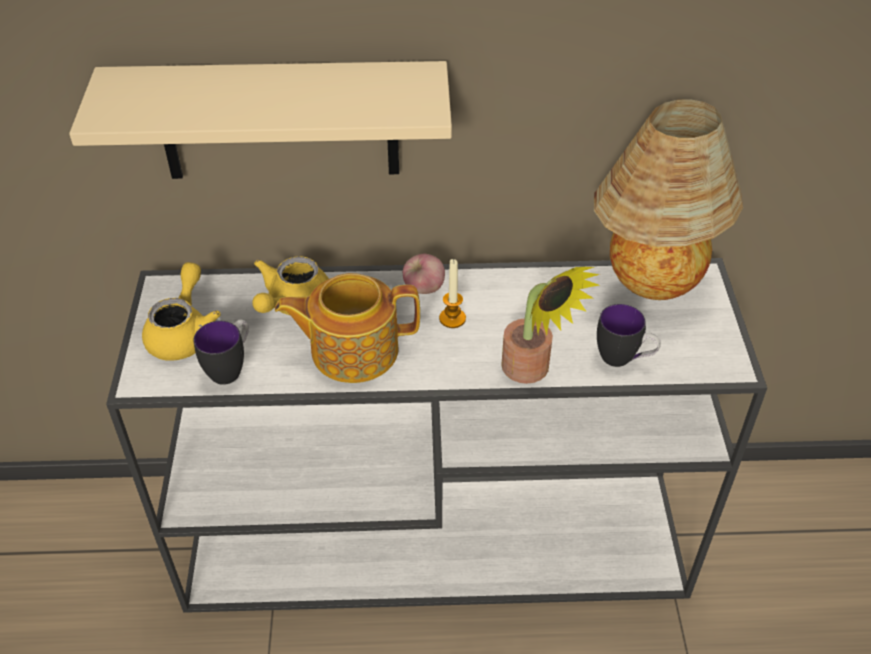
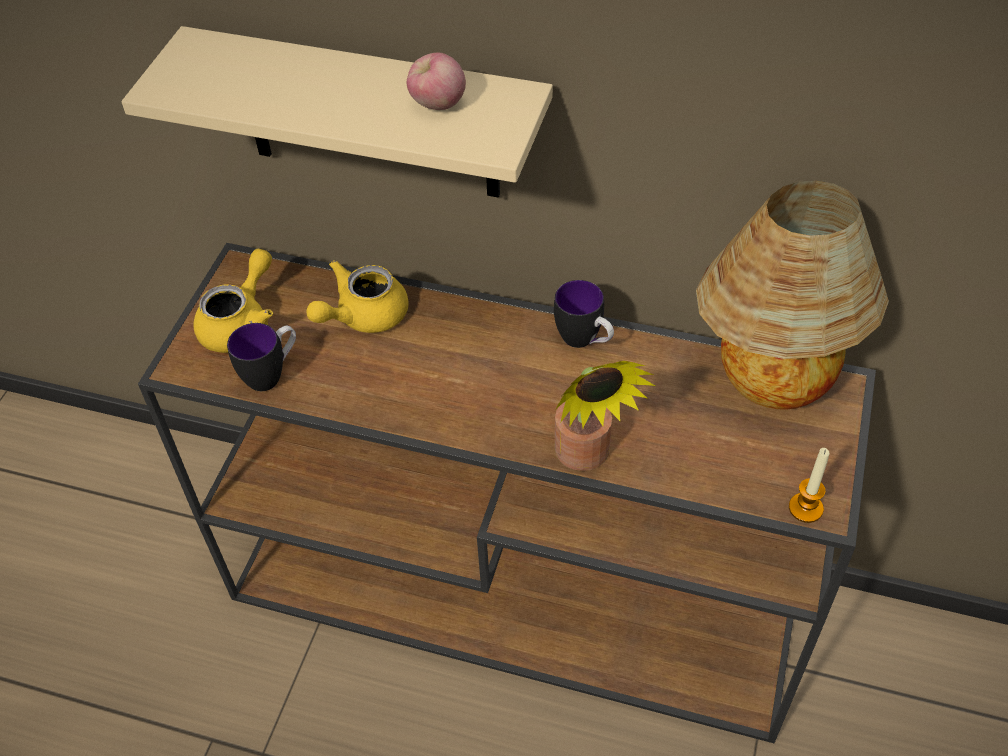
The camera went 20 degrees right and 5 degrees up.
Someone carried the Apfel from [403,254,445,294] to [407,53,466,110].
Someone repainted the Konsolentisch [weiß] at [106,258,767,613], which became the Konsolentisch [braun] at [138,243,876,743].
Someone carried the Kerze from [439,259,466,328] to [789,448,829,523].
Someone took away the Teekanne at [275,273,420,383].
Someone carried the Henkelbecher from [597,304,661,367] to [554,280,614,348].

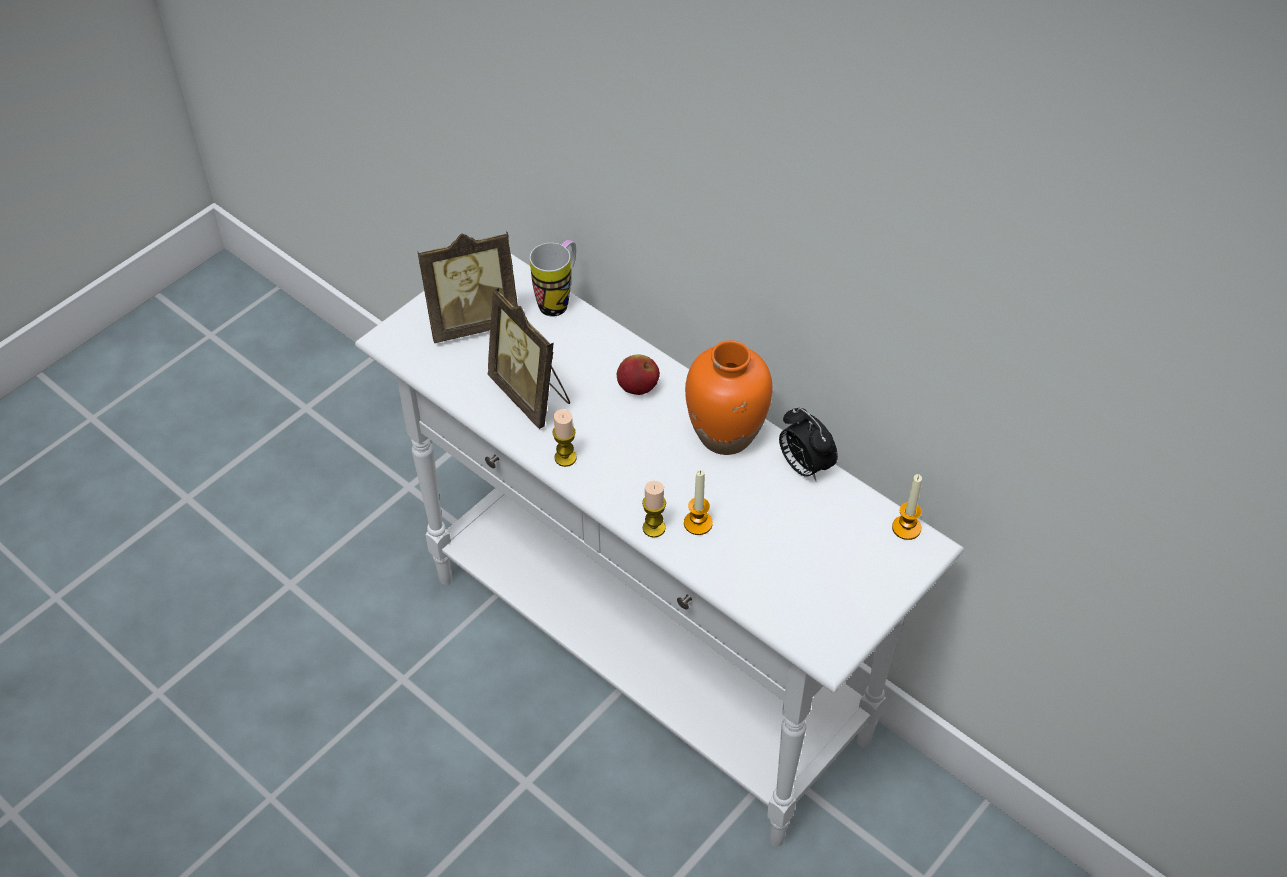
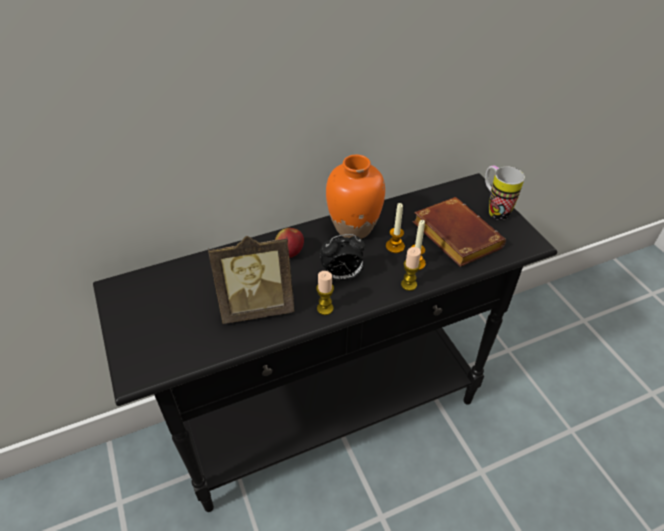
The camera went 65 degrees left and 5 degrees down.
Someone took away the Bilderrahmen at [417,231,518,343].
Someone carried the Henkelbecher from [530,240,576,317] to [485,166,525,220].
Someone repainted the Konsolentisch [weiß] at [355,254,964,847], which became the Konsolentisch [schwarz] at [93,173,557,512].
Someone carried the Wecker from [779,408,838,482] to [320,234,366,281].
Someone carried the Kerze from [892,474,922,540] to [386,203,405,253].
Someone put down the Buch [braun] at [413,197,506,267].

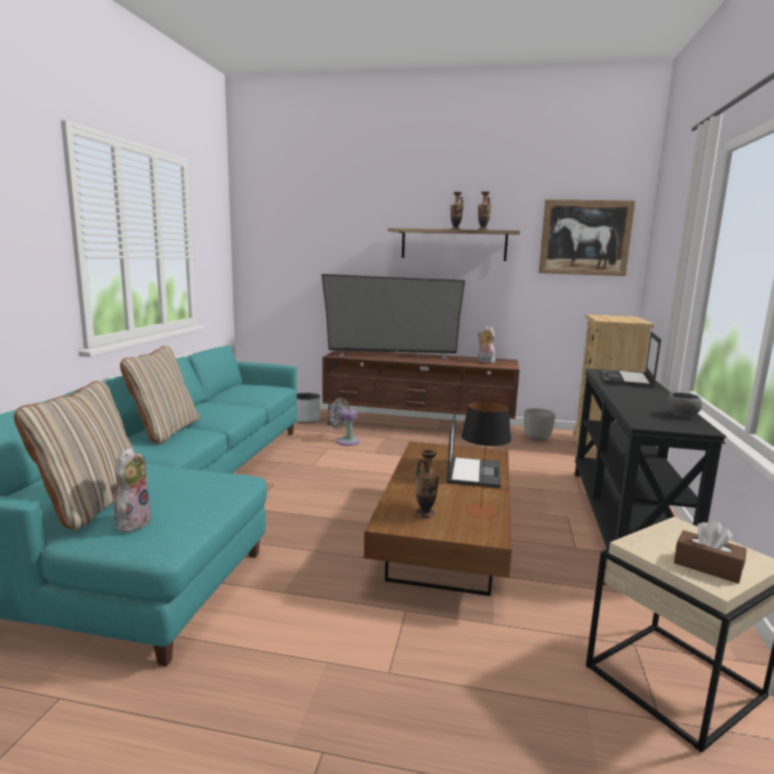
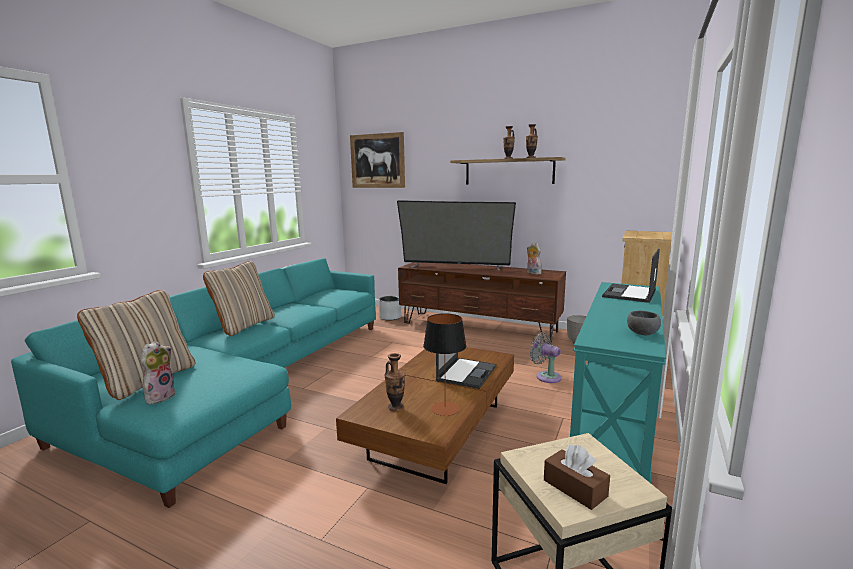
The camera went 15 degrees right and 0 degrees up.
Someone carried the Bild from [539,200,635,276] to [350,132,405,188].
Someone repainted the Konsolentisch [schwarz] at [575,368,726,549], which became the Konsolentisch [türkis] at [570,282,666,483].
Someone carried the Ventilator [grau] from [328,398,360,446] to [529,332,561,383].

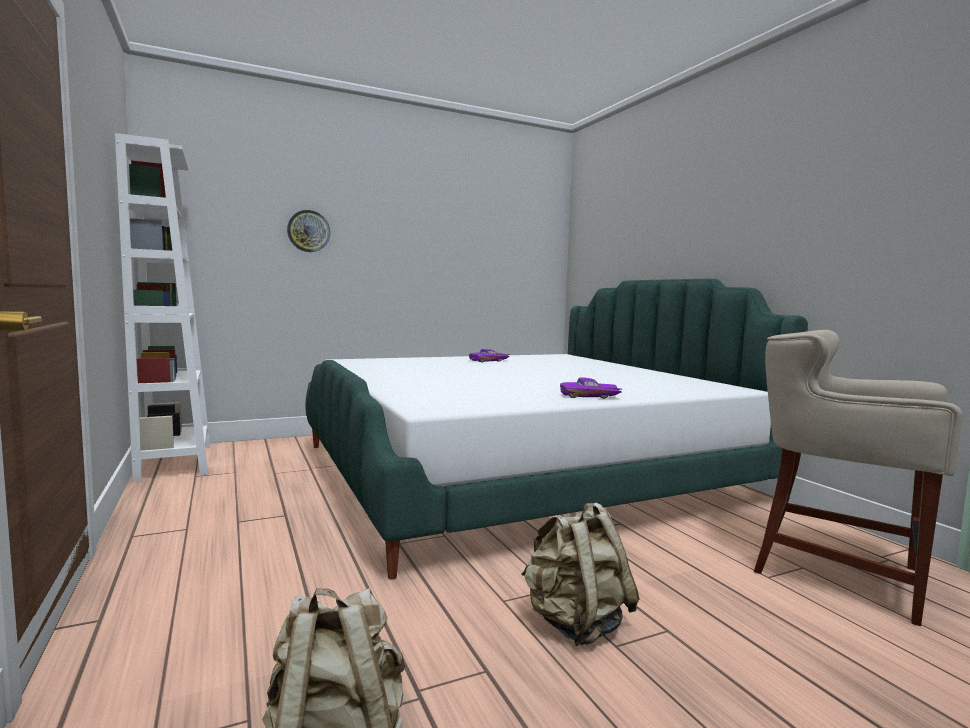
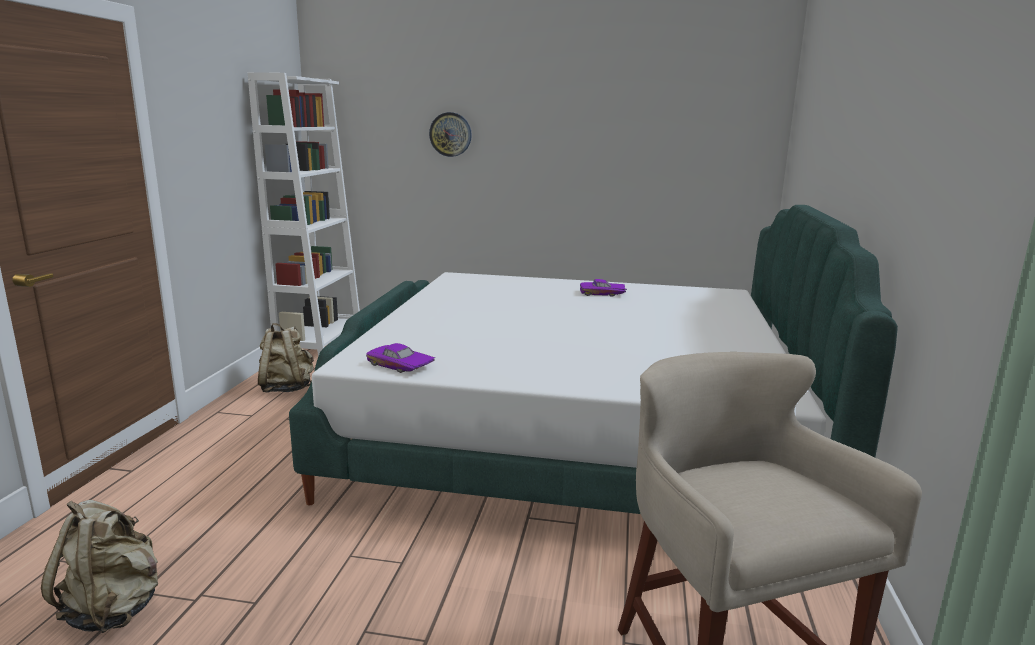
The camera went 35 degrees right and 10 degrees up.
Someone carried the Spielzeugauto [lila] from [560,377,622,399] to [366,343,435,373].
Someone carried the Rucksack [beige] from [521,503,640,646] to [258,323,314,393].

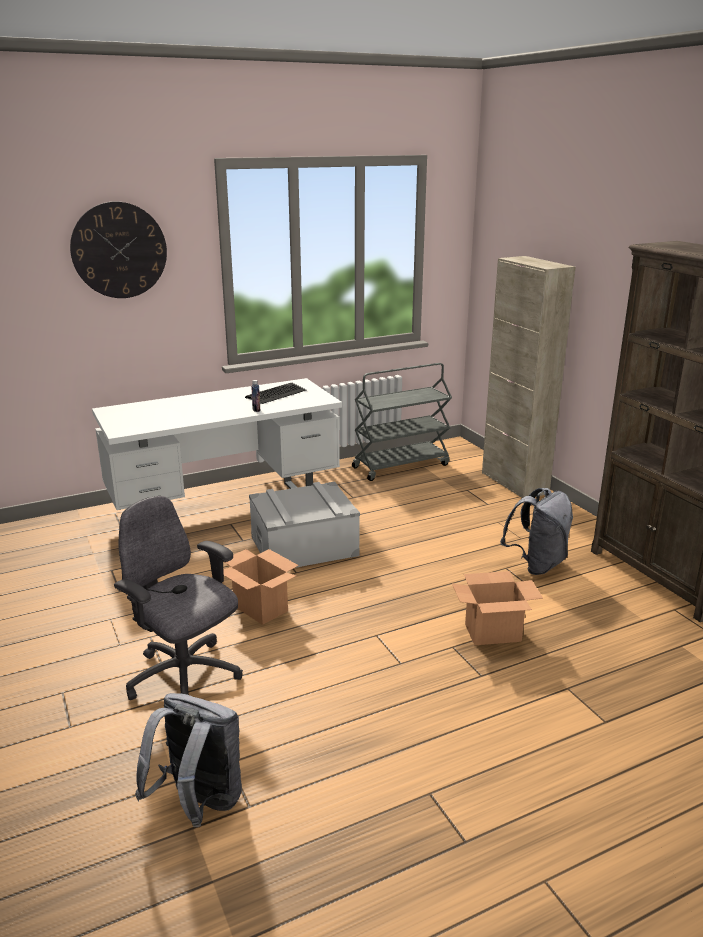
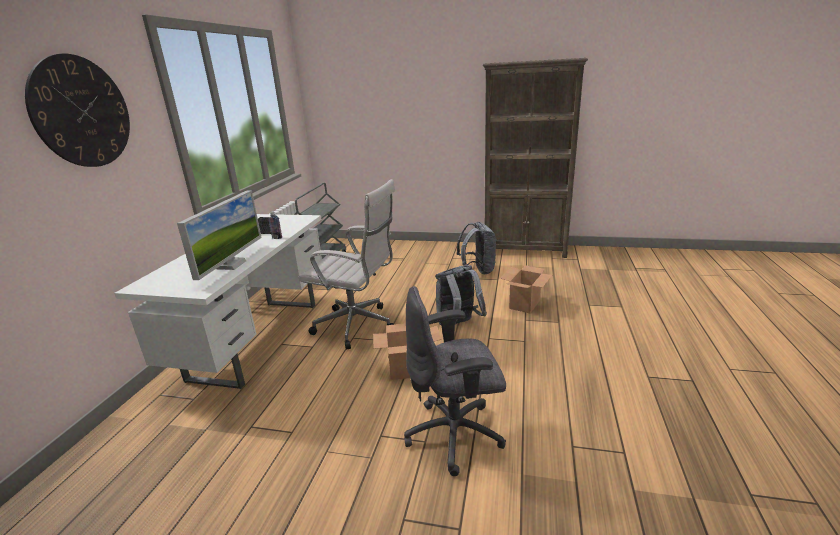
The camera went 50 degrees left and 0 degrees up.
Someone took away the Schrank [beige] at [482,256,575,498].
Someone swapped the Aufbewahrungsbox [grau] at [249,482,360,568] for the Bürostuhl [weiß] at [298,179,395,350].
Someone carried the Rucksack [grau] from [135,693,242,827] to [435,265,487,325].
Someone put down the Monitor at [177,190,262,280].

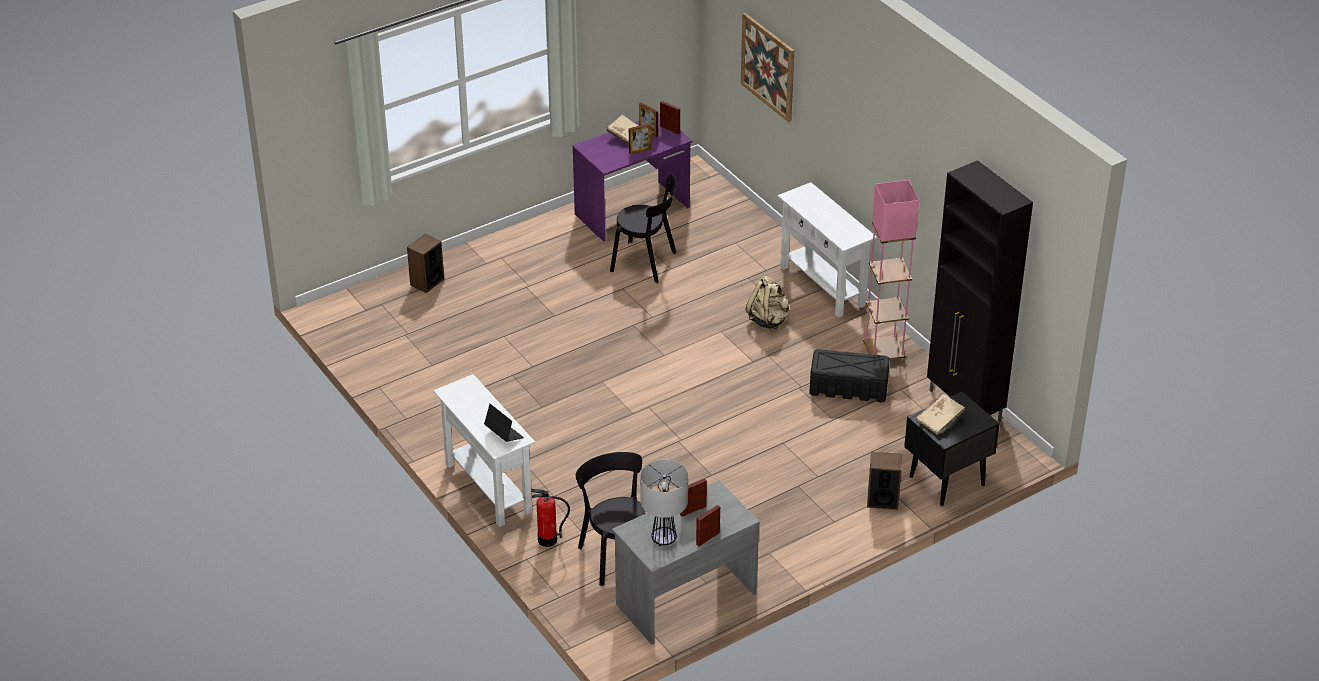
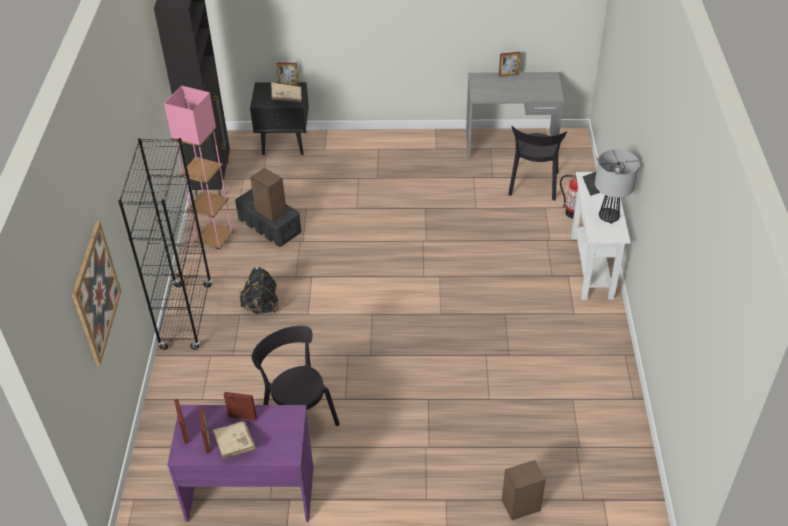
The camera went 145 degrees left and 5 degrees up.
Someone swapped the Konsolentisch [weiß] at [777,182,877,318] for the Bücherregal [schwarz] at [118,138,212,350].
Someone repainted the Rucksack [beige] at [746,276,789,329], which became the Rucksack [schwarz] at [239,267,279,314].
Someone carried the Lautsprecher from [867,452,902,510] to [250,168,287,221].
Someone carried the Tischlampe from [640,460,688,546] to [595,149,639,224].
Someone carried the Bilderrahmen from [680,479,707,517] to [277,62,299,86].

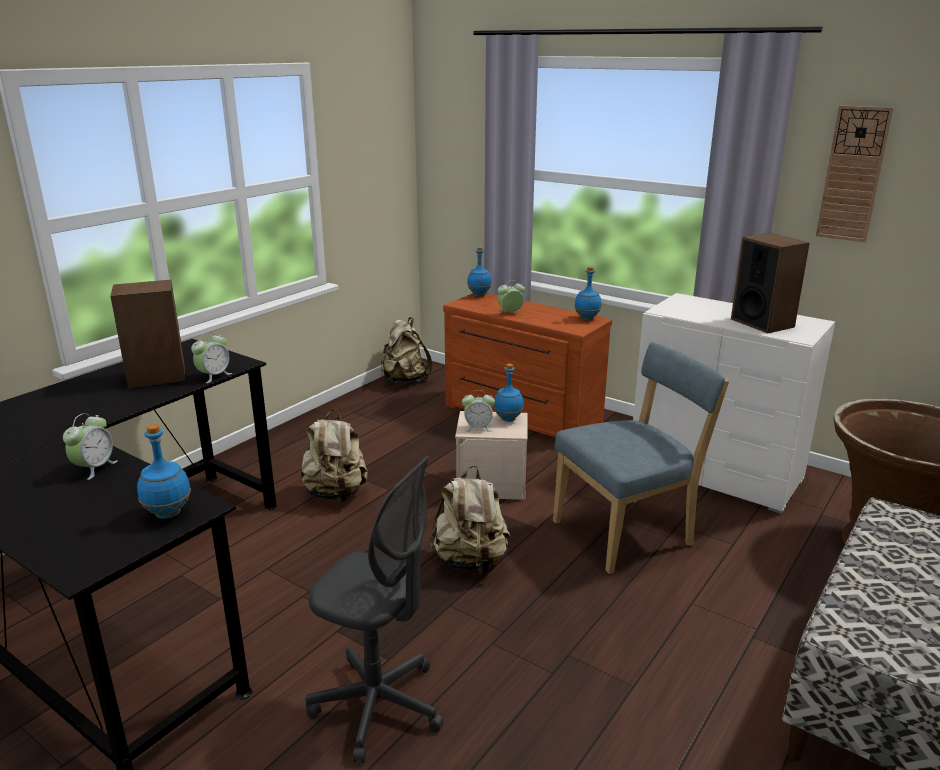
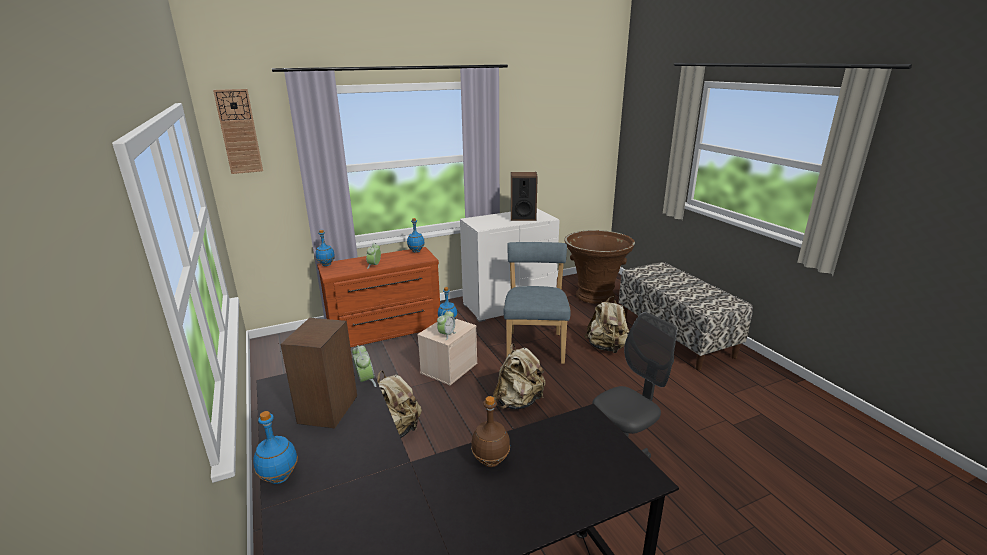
The camera went 60 degrees left and 0 degrees up.
Someone carried the Wanduhr from [816,105,894,242] to [213,89,263,174].
Someone carried the Rucksack [beige] from [381,317,432,383] to [584,296,629,353].
Someone swapped the Wecker at [63,413,117,480] for the Flasche [braun] at [471,396,510,467].
Someone carried the Flasche [blau] from [137,424,191,519] to [253,411,298,484].

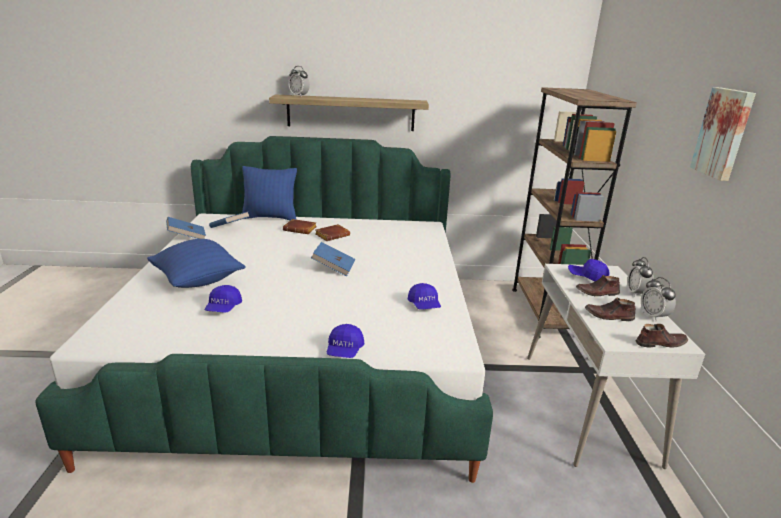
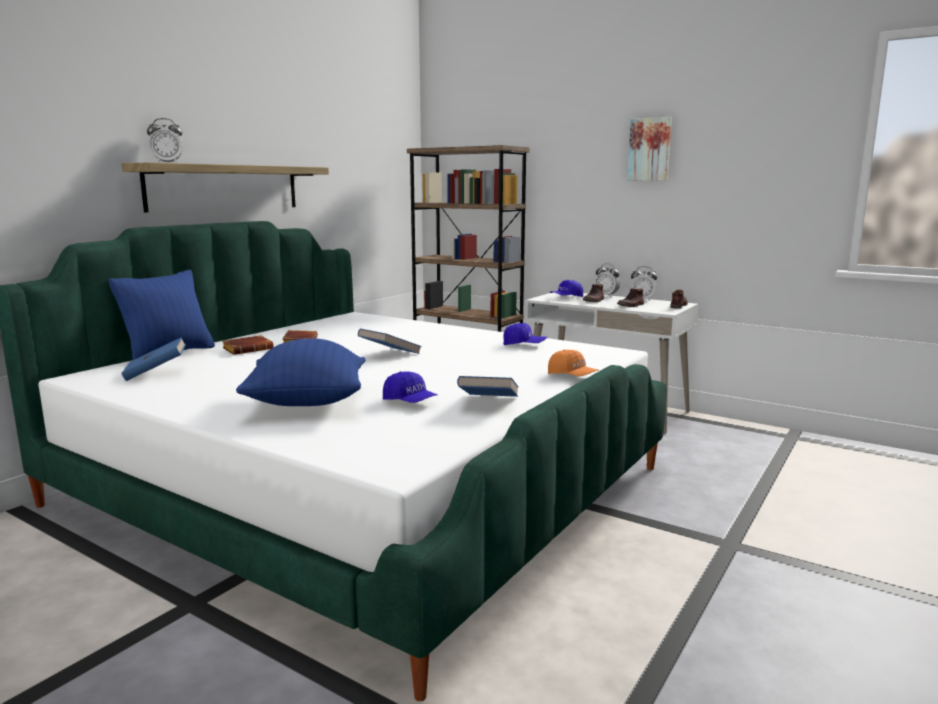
The camera went 55 degrees left and 10 degrees down.
Someone carried the Buch [blau] from [166,217,206,239] to [457,376,518,397].
Someone repainted the Kappe [blau] at [327,324,364,358], which became the Kappe [orange] at [548,350,599,376].

